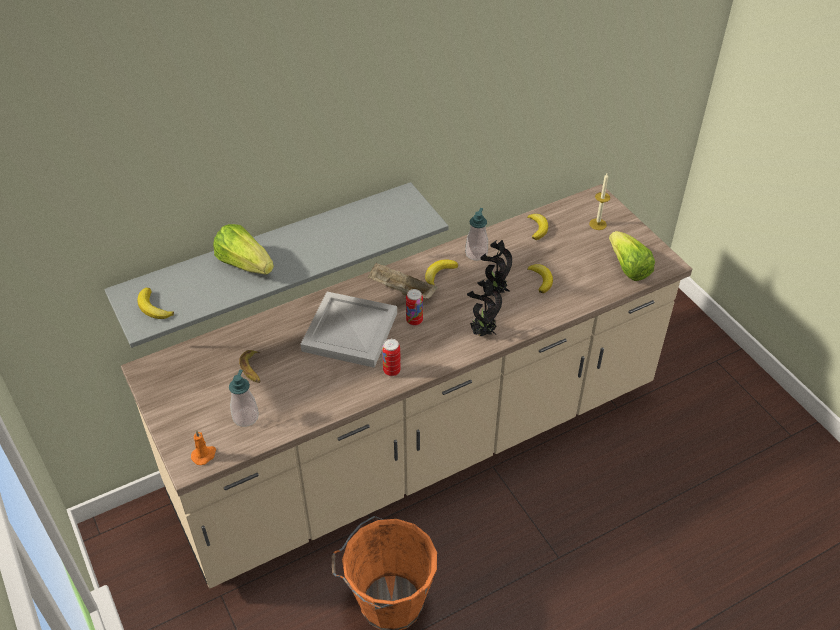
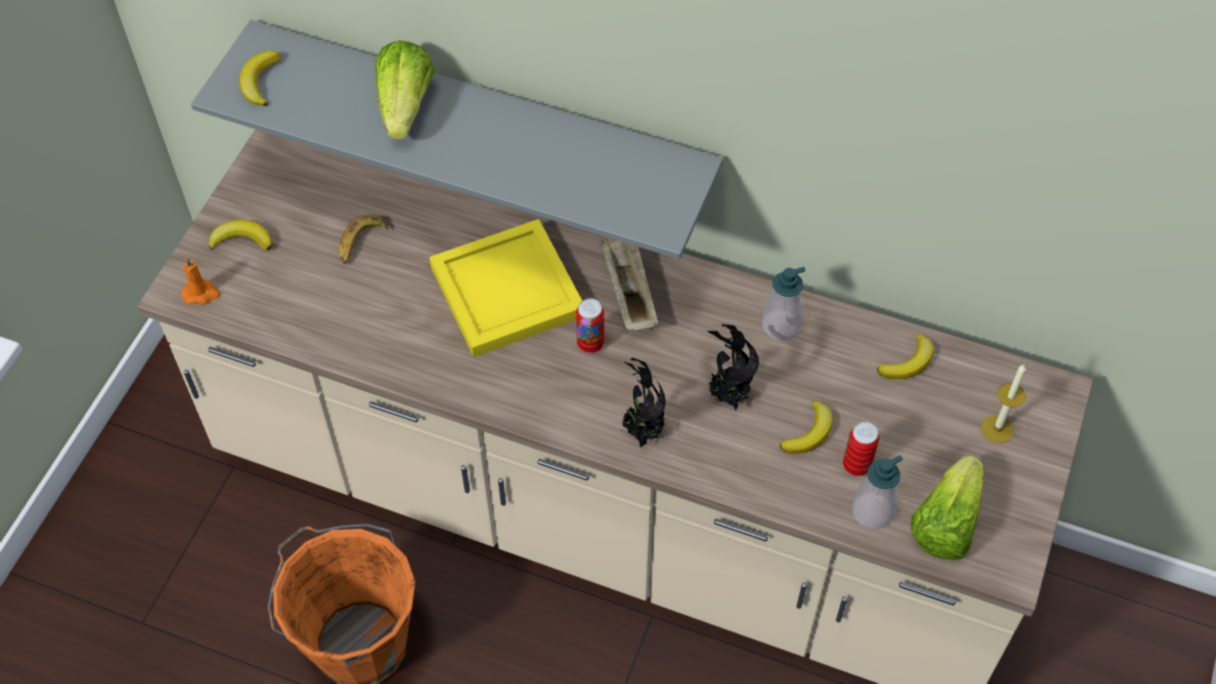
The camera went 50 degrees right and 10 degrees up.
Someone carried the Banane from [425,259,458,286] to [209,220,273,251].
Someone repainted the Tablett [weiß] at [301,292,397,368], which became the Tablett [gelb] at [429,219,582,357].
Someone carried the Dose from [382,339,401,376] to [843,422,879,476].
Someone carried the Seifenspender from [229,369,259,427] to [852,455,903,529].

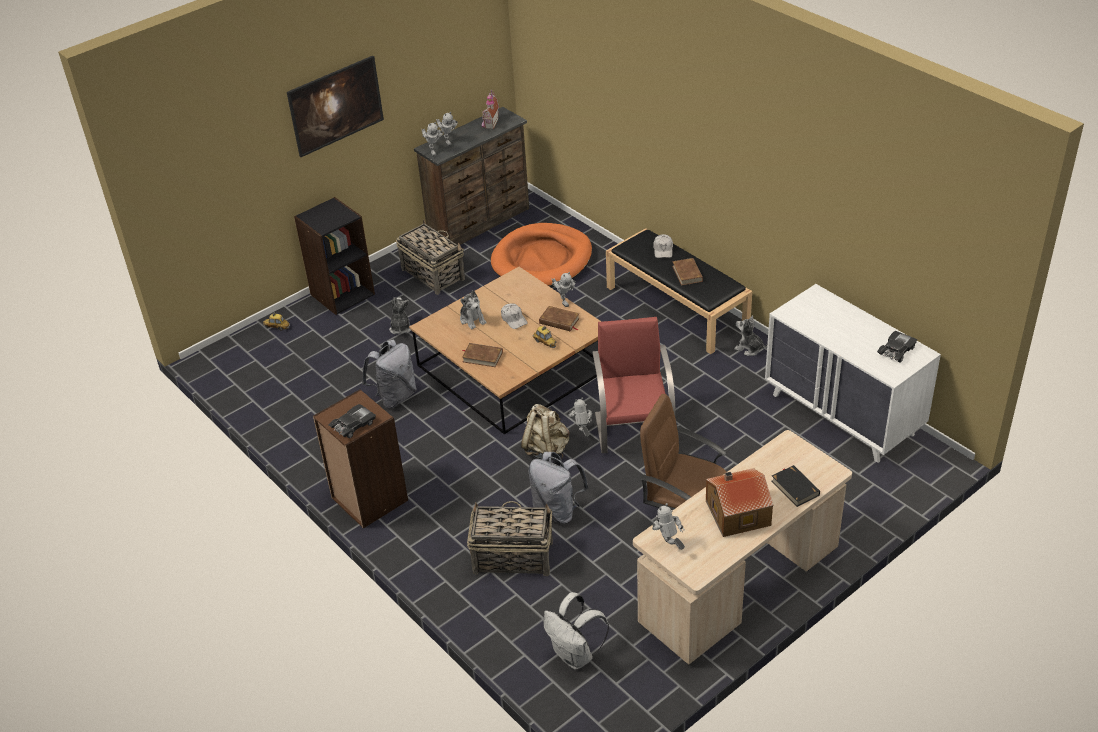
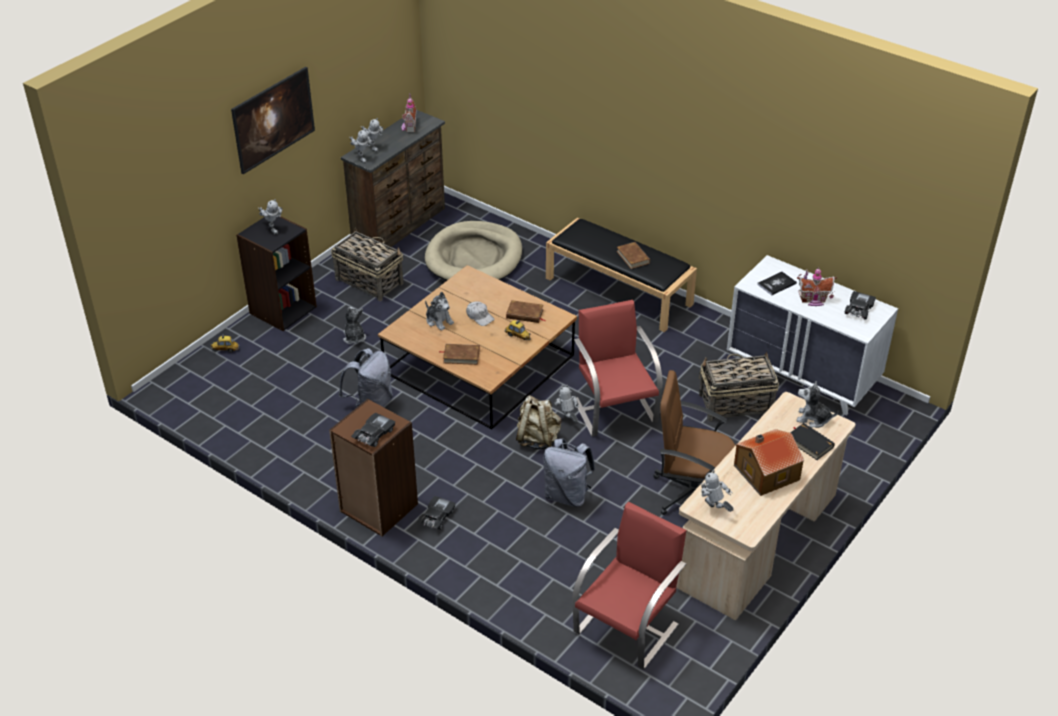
The camera went 15 degrees left and 0 degrees up.
Someone repainted the Hundebett [orange] at [491,223,592,287], which became the Hundebett [beige] at [425,221,522,281].
Someone took away the Kappe [weiß] at [653,234,673,258].
Someone carried the Spielzeugroboter from [551,272,576,307] to [258,199,282,234].
Someone carried the Plüschtier from [734,315,767,356] to [796,381,839,428].
Someone carried the Korb from [467,501,553,576] to [699,352,779,421].
Someone swapped the Rucksack [weiß] at [543,592,609,670] for the Stuhl [rot] at [572,502,687,670].
Someone put down the Spielzeughaus at [797,267,837,306].
Someone put down the Buch at [757,271,797,295].
Someone put down the Spielzeugauto [schwarz] at [417,496,456,530].

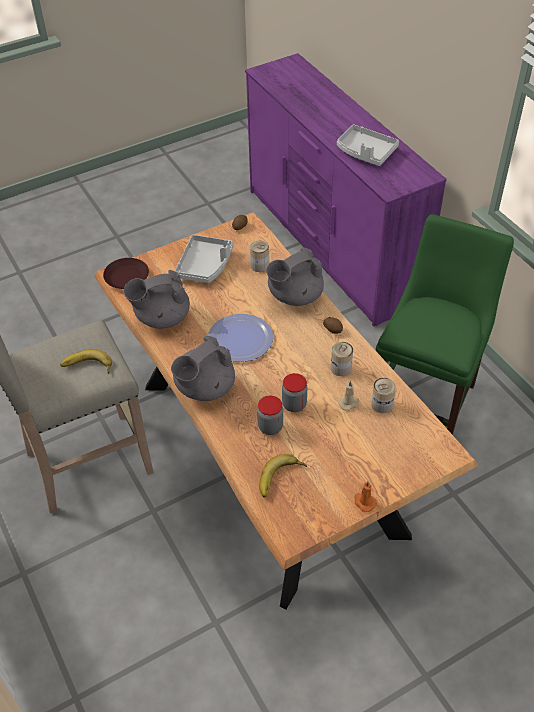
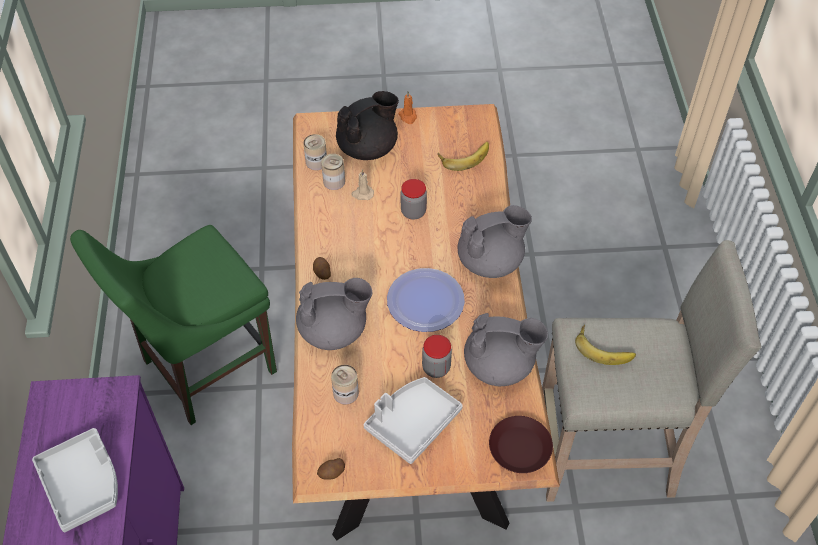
The camera went 155 degrees left and 5 degrees up.
Someone carried the Dose from [331,342,353,376] to [303,134,327,170].
Someone carried the Vorratsglas from [257,396,283,435] to [422,335,452,378].
Someone put down the Teekanne [schwarz] at [336,91,399,160].

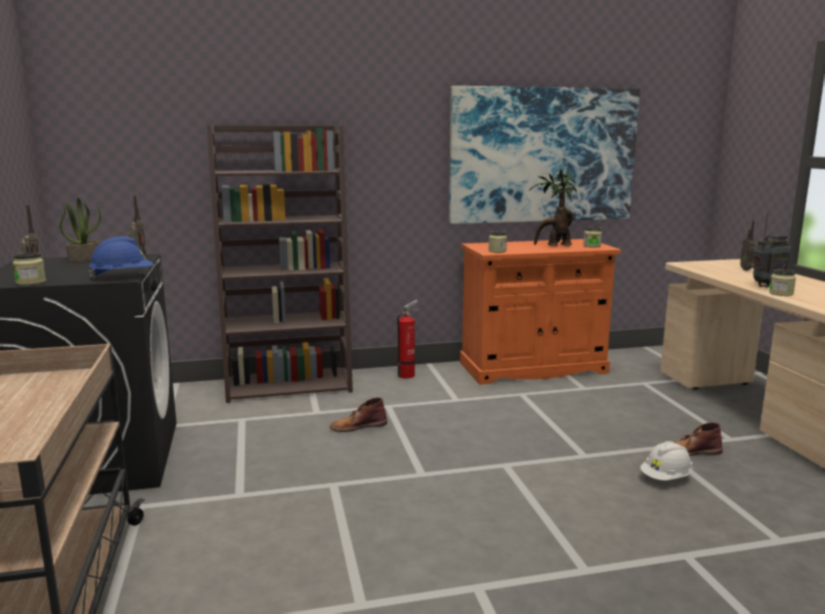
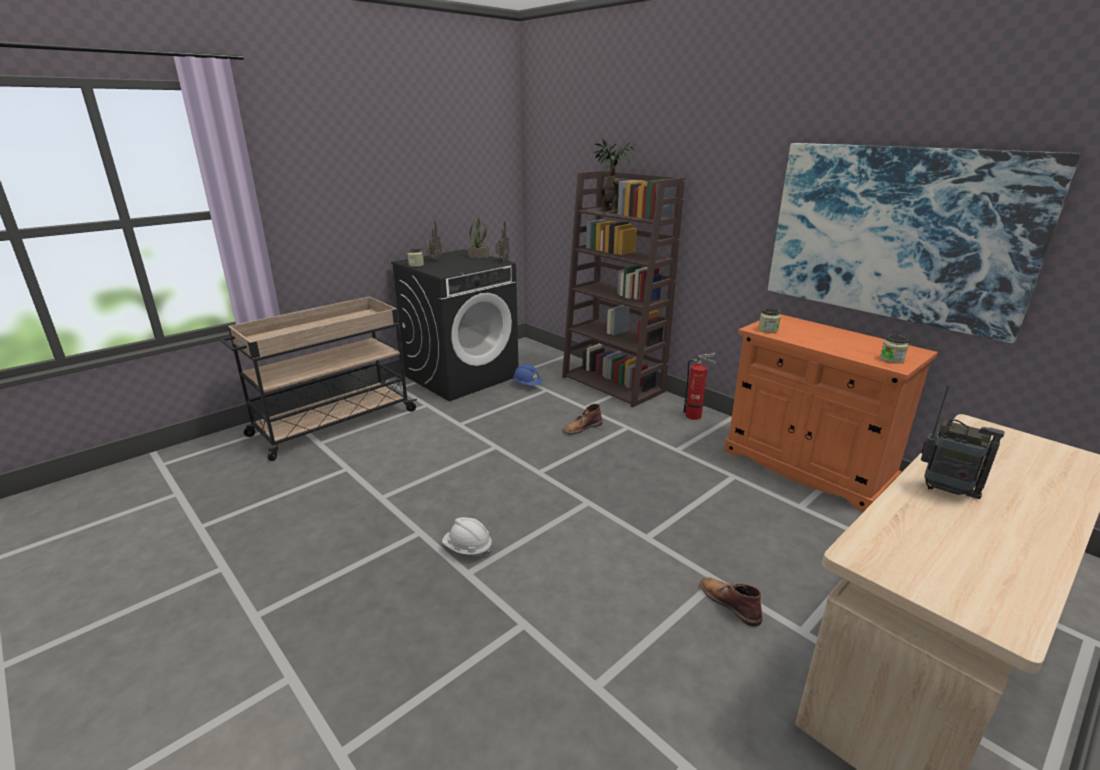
The camera went 60 degrees right and 10 degrees up.
Someone carried the Topfpflanze from [529,169,577,246] to [593,138,635,213].
Someone took away the Radio at [740,220,757,271].
Someone carried the Schutzhelm [blau] from [88,236,153,279] to [513,364,543,386].
Someone took away the Vorratsglas at [769,269,796,296].
Someone rotated the Stiefel [braun] at [330,397,387,432] by 75 degrees counterclockwise.
Someone carried the Schutzhelm [weiß] from [640,441,693,480] to [442,517,492,556].

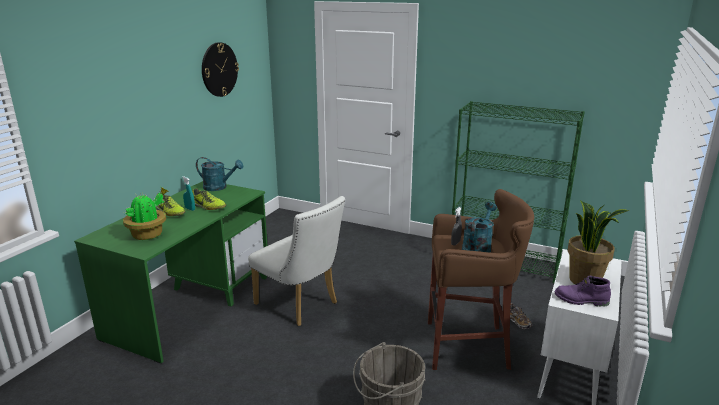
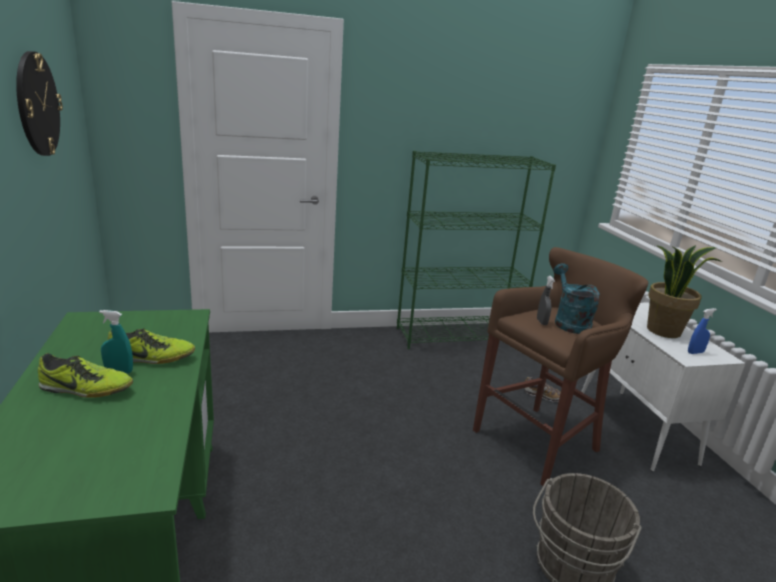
The camera went 40 degrees left and 0 degrees up.
Someone took away the Gießkanne [türkis] at [196,157,243,191].
Someone took away the Topfpflanze at [123,187,168,240].
Someone took away the Stuhl [weiß] at [248,196,345,326].
Someone swapped the Stiefel [lila] at [554,276,611,307] for the Sprühflasche [blau] at [688,308,717,354].

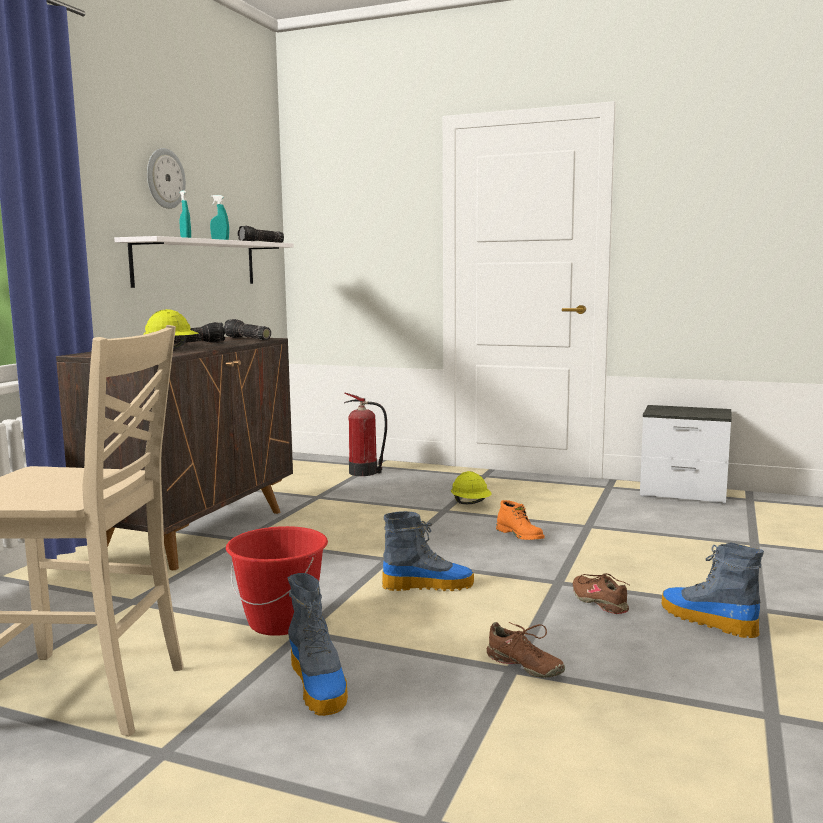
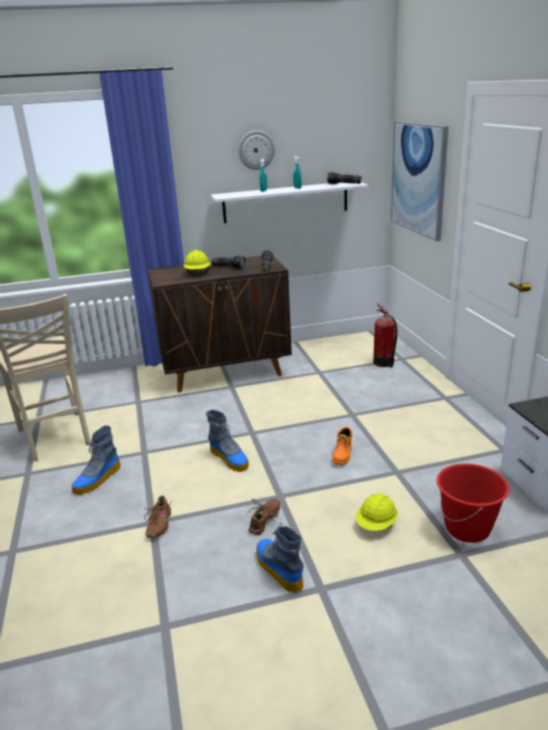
The camera went 55 degrees right and 15 degrees up.
Someone carried the Schutzhelm [gelb] from [451,471,492,504] to [356,493,398,531].
Someone carried the Eimer [rot] from [226,526,328,636] to [437,464,509,543].
Someone rotated the Stiefel at [662,542,764,638] by 45 degrees counterclockwise.
Someone put up the Bild at [391,121,448,241].

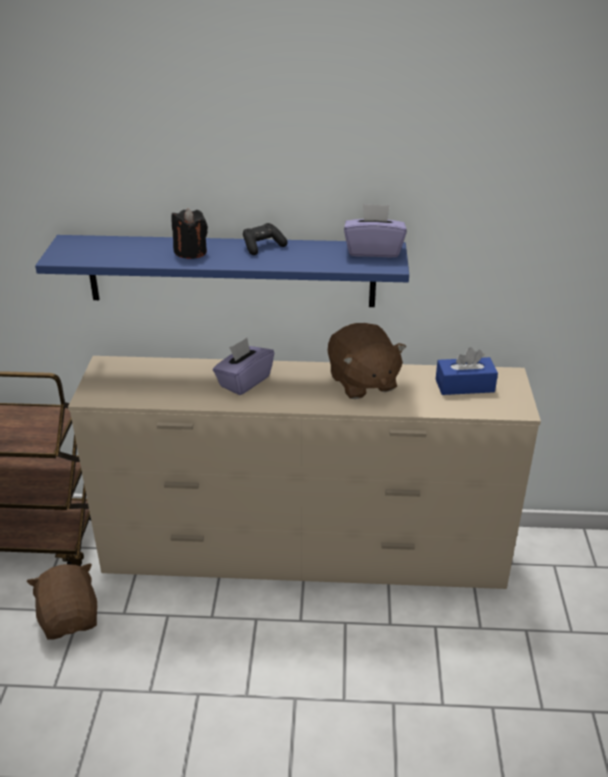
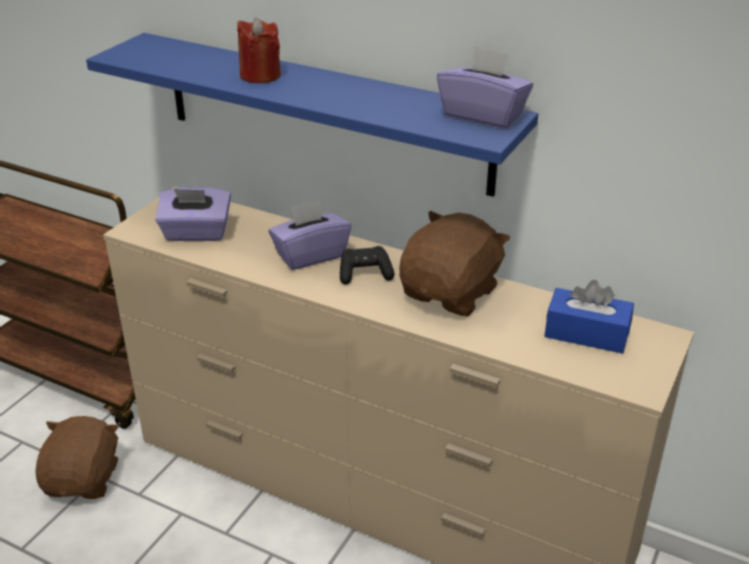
The camera went 25 degrees right and 0 degrees up.
Someone repainted the Kerze [schwarz] at [171,209,208,259], which became the Kerze [rot] at [237,17,281,83].
Someone carried the Gamepad [schwarz] from [243,223,287,255] to [340,246,394,285].
Someone rotated the Plüschtier [braun] at [327,323,406,399] by 150 degrees counterclockwise.
Someone put down the Taschentuchbox [lila] at [155,187,231,241].

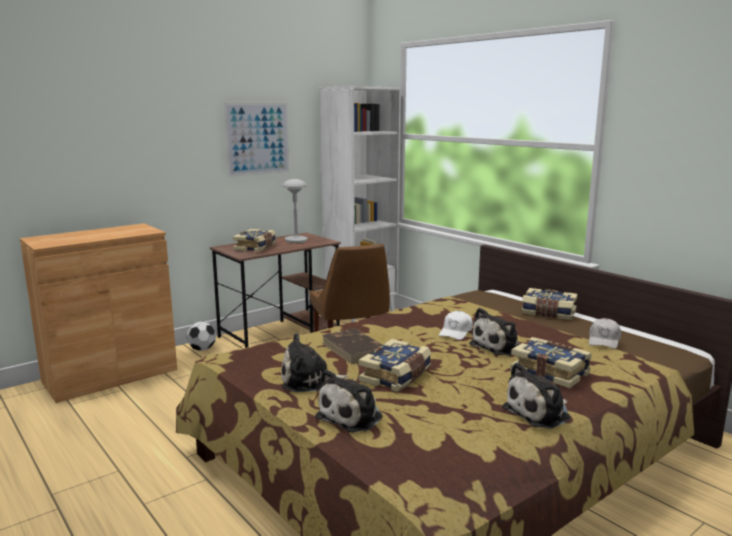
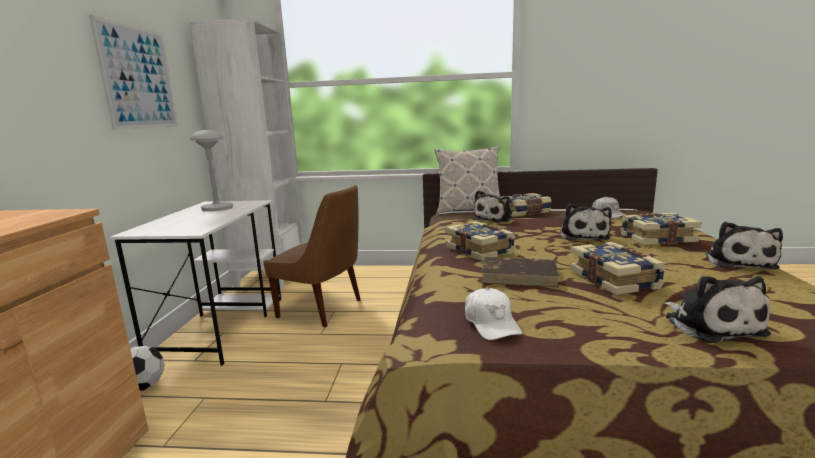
The camera went 45 degrees left and 0 degrees up.
Someone carried the Buch from [233,229,276,252] to [445,221,515,261].
Someone repainted the Schreibtisch [braun] at [210,232,341,348], which became the Schreibtisch [weiß] at [110,200,282,366].
Someone carried the Kappe [weiß] from [439,311,473,340] to [465,288,522,340].
Someone carried the Plüschtier from [281,333,348,392] to [473,190,513,223].
Someone put down the Kissen at [434,146,500,214].

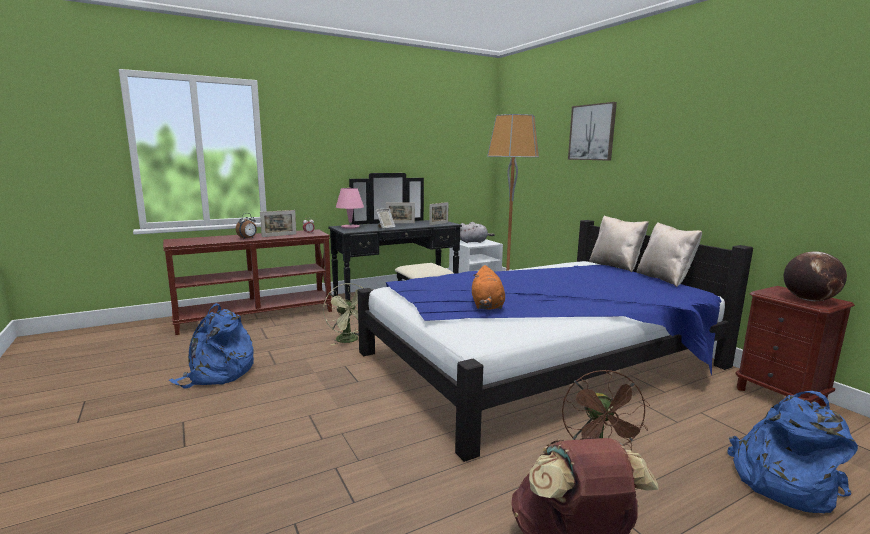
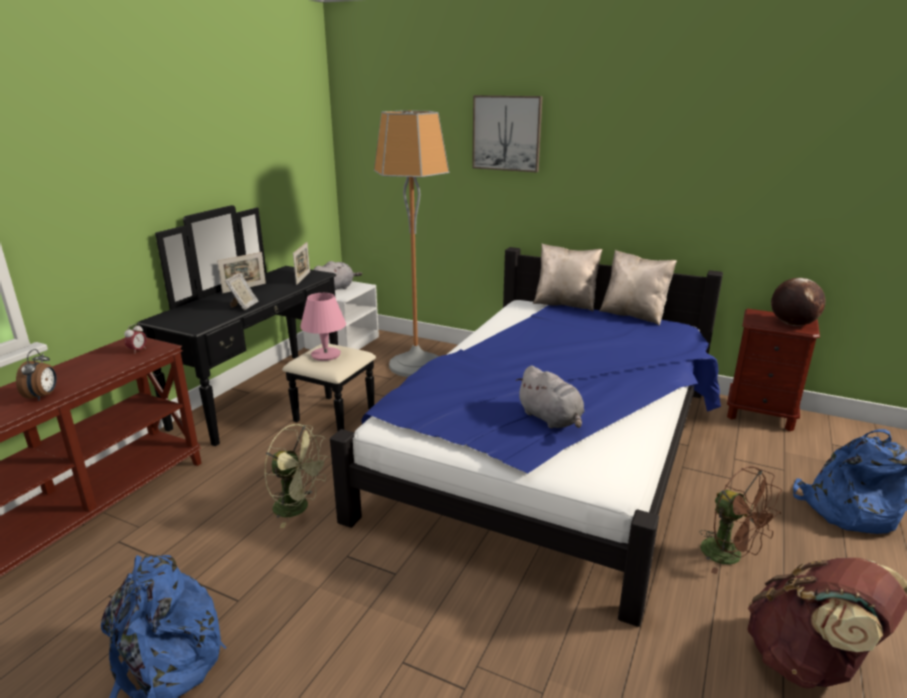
The camera went 35 degrees left and 10 degrees up.
Someone carried the Tischlampe [rosa] from [336,188,364,229] to [300,293,346,361].
Someone took away the Bilderrahmen at [260,210,297,237].
Someone repainted the Plüschtier [orange] at [472,265,505,310], which became the Plüschtier [grau] at [516,366,584,428].

